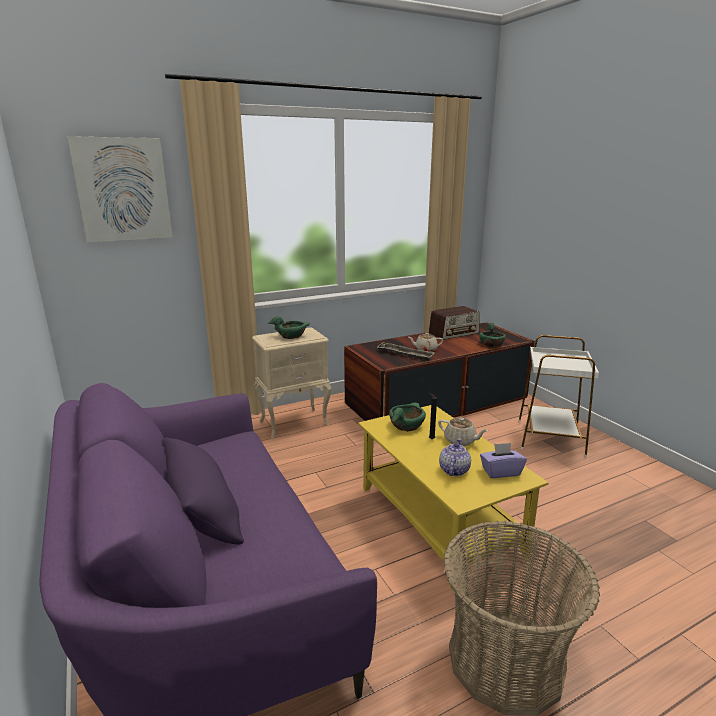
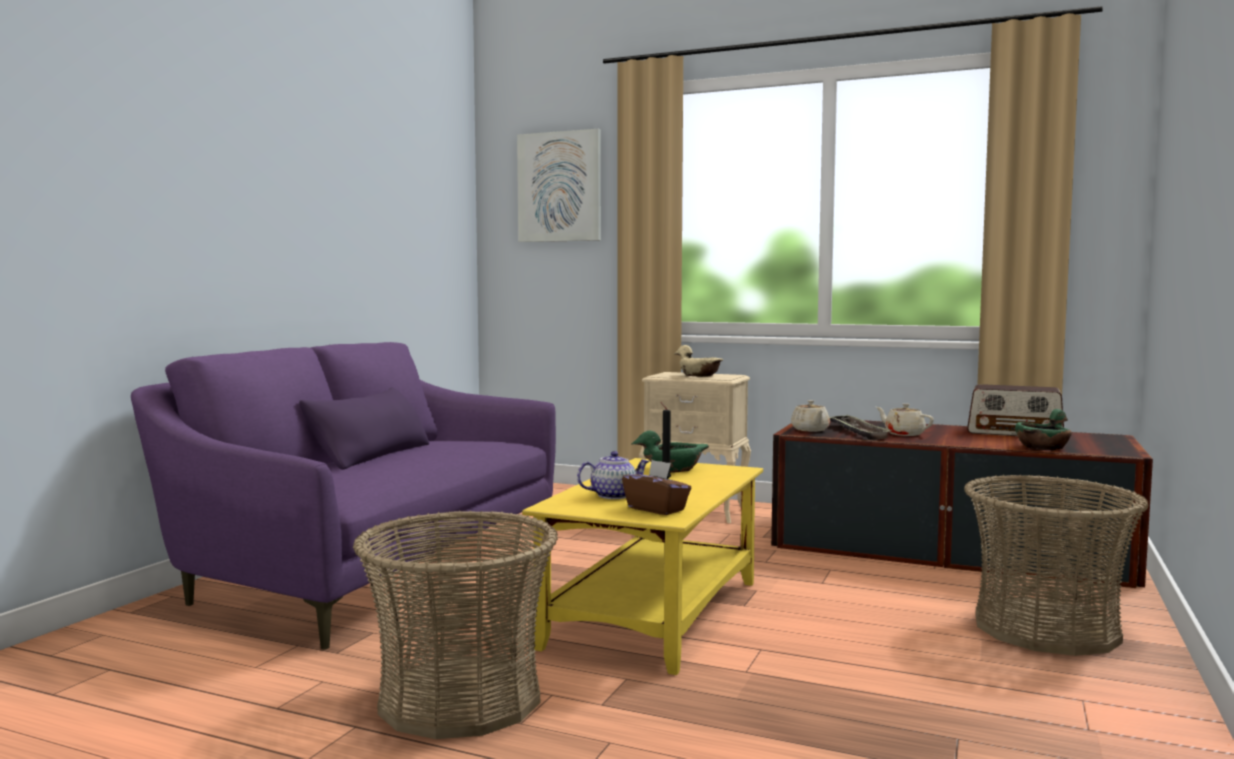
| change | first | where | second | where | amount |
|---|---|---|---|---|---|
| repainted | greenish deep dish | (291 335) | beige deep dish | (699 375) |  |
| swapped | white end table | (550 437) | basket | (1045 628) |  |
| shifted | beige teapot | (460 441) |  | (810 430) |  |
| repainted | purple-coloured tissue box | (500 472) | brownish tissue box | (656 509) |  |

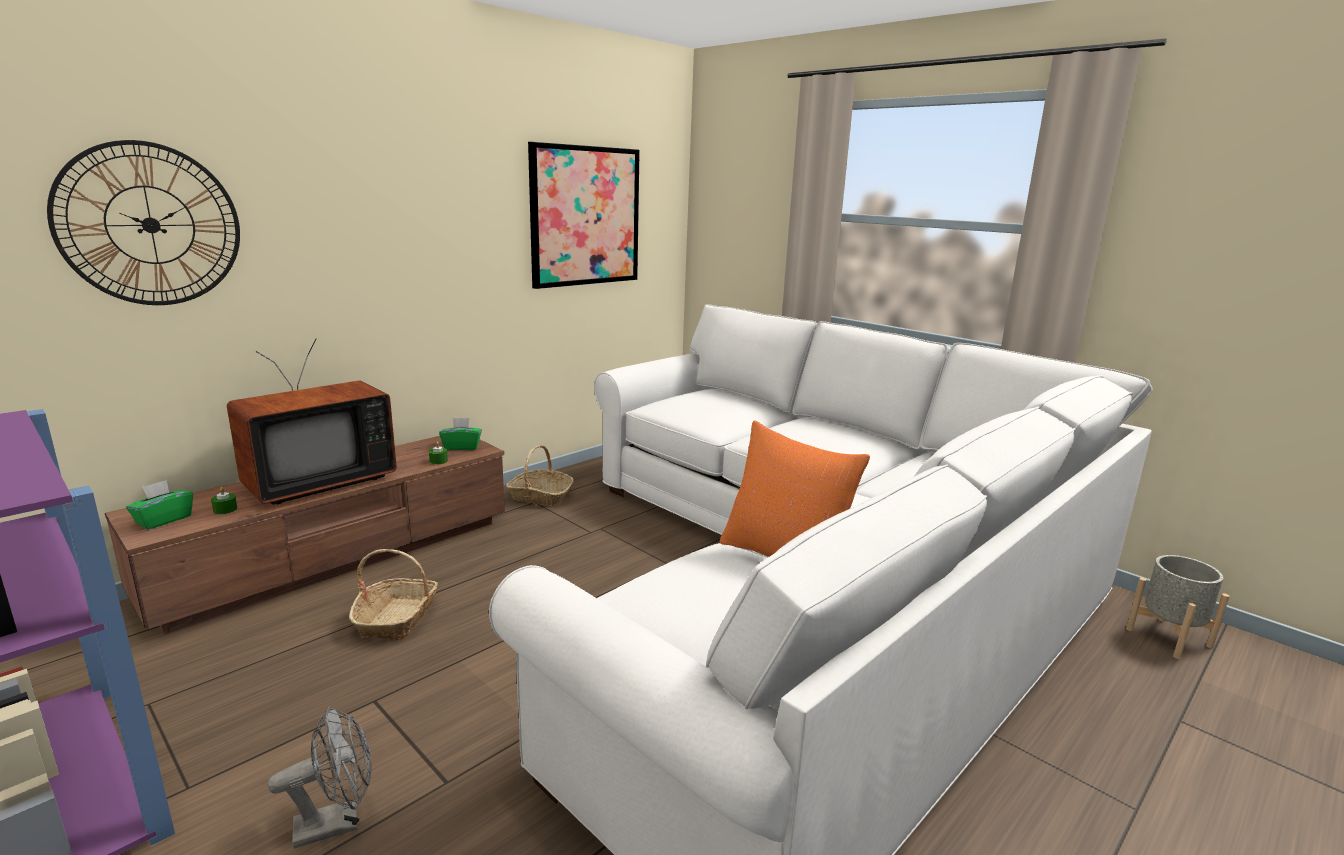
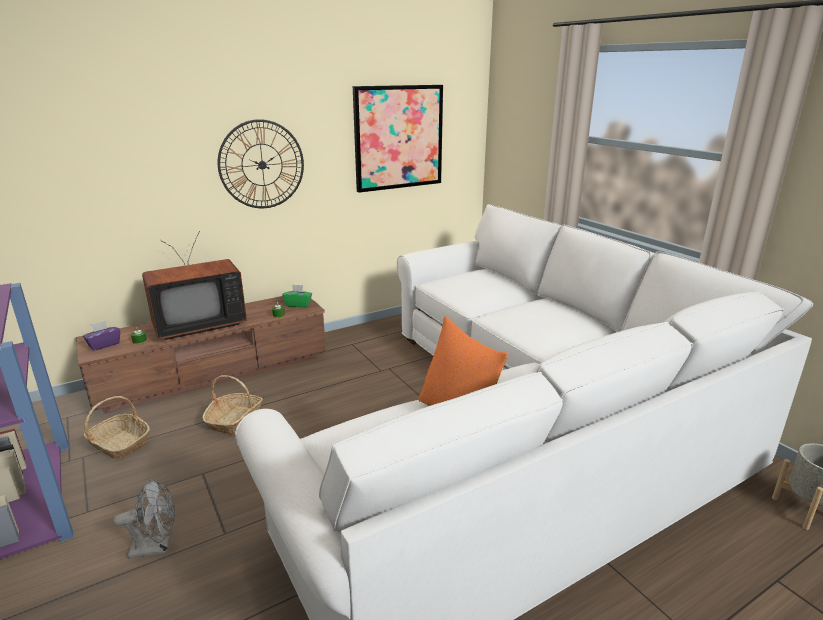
| change | first | where | second | where | amount |
|---|---|---|---|---|---|
| shifted | wall clock | (150 225) |  | (262 165) |  |
| shifted | basket | (540 496) |  | (119 444) |  |
| repainted | greenish tissue box | (163 520) | purple-coloured tissue box | (104 345) |  |

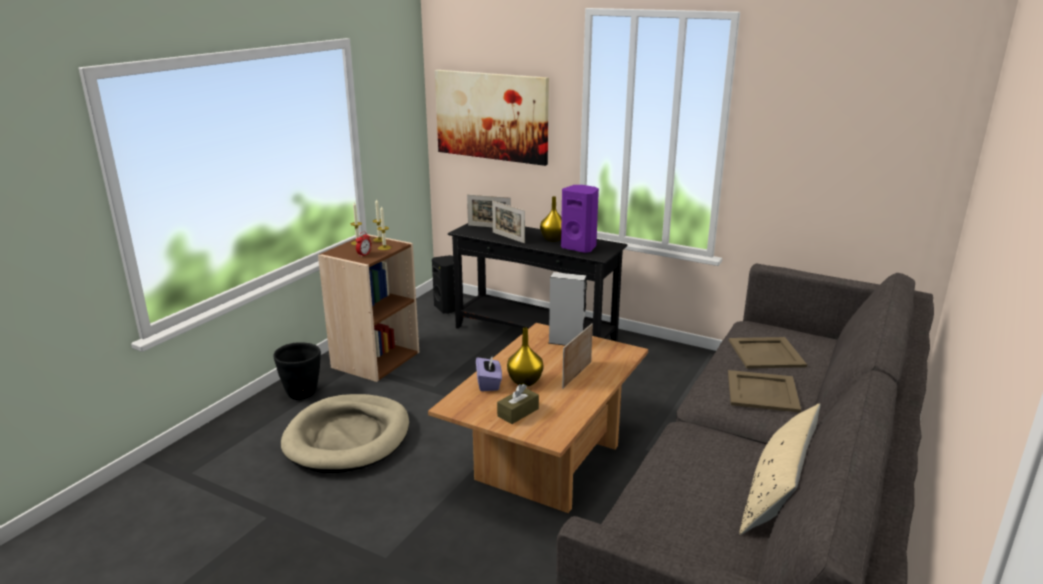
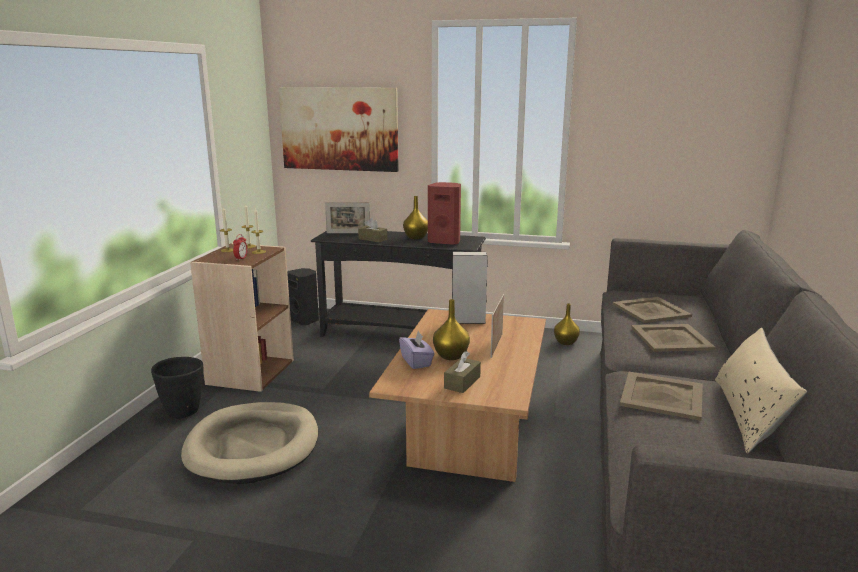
| change | first | where | second | where | amount |
|---|---|---|---|---|---|
| repainted | purple-coloured audio speaker | (579 247) | red-coloured audio speaker | (445 242) |  |
| swapped | standing frame | (508 237) | brownish tissue box | (372 239) |  |
| new |  |  | yellow decorative vase | (566 342) |  |
| new |  |  | beige tray | (662 395) |  |

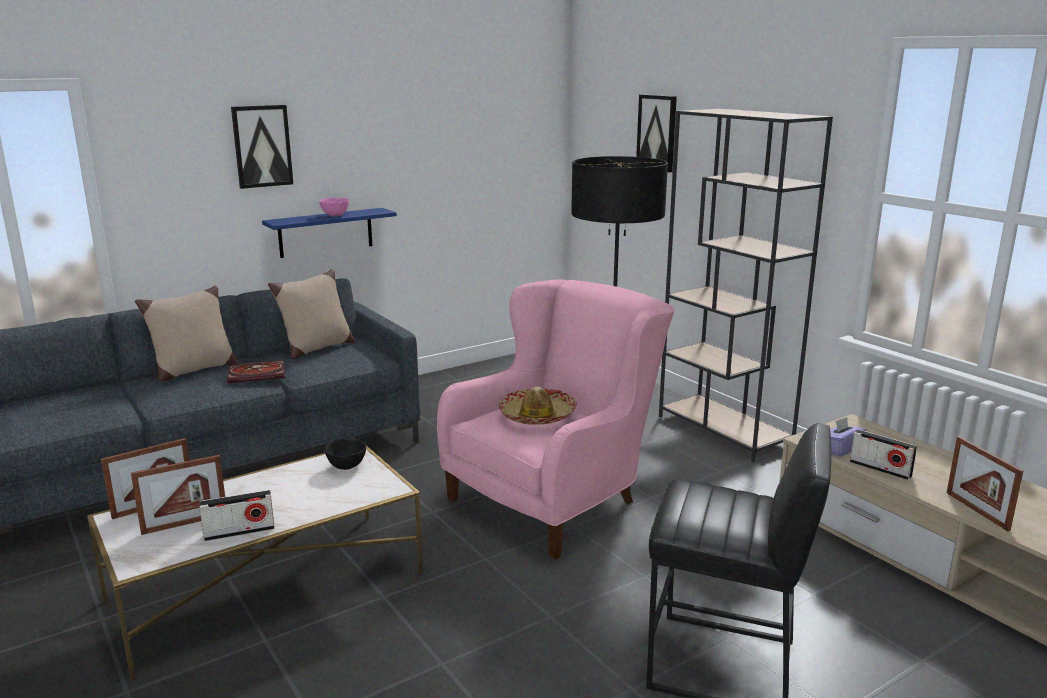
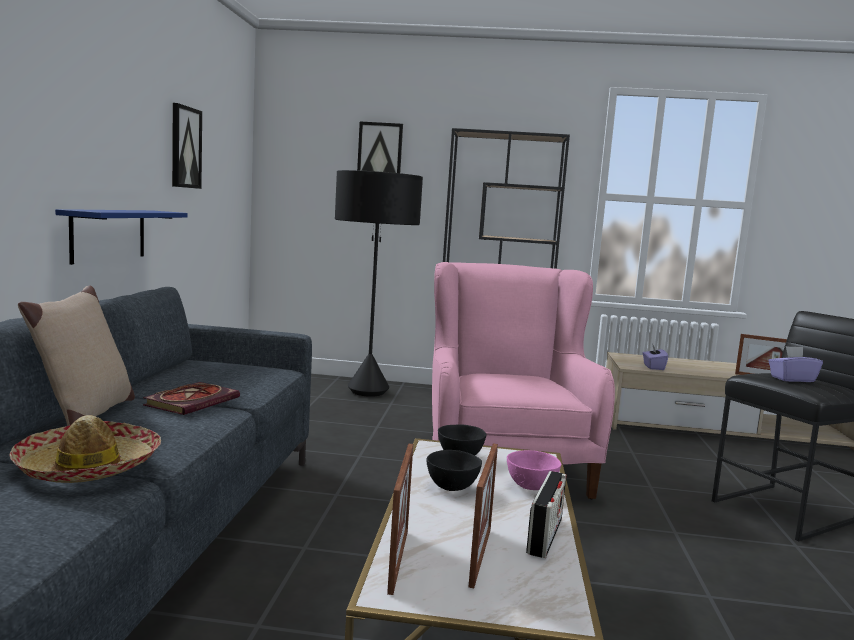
| change | first | where | second | where | amount |
|---|---|---|---|---|---|
| shifted | wall art | (262 146) |  | (185 147) |  |
| shifted | pinkish deep dish | (335 216) |  | (531 487) |  |
| gone | beige throw pillow | (316 348) |  |  |  |
| shifted | clothing hat | (537 415) |  | (88 466) |  |
| gone | radio | (880 469) |  |  |  |
| new |  |  | purple-coloured tissue box | (792 379) |  |
| new |  |  | black-coloured deep dish | (453 488) |  |

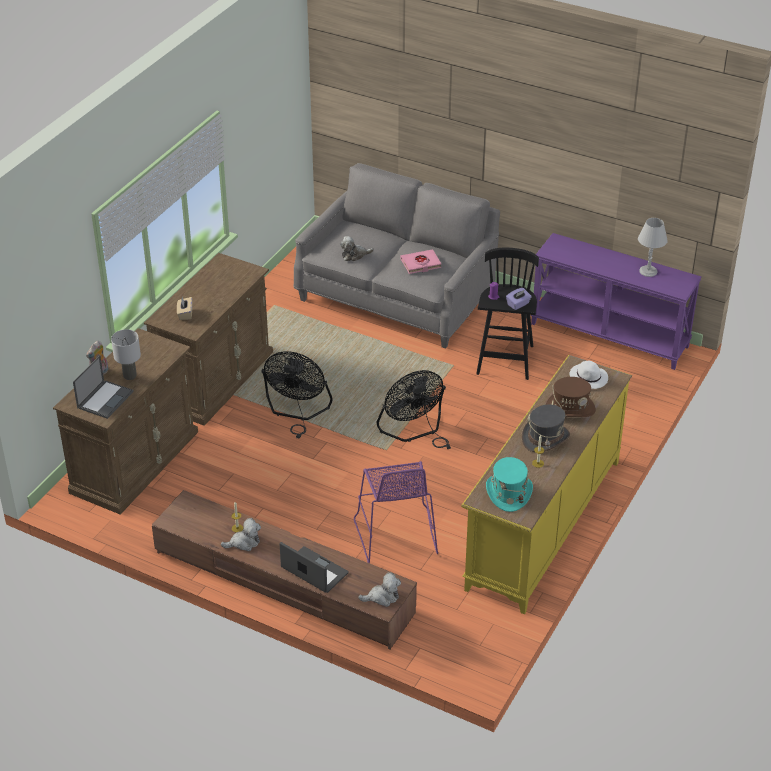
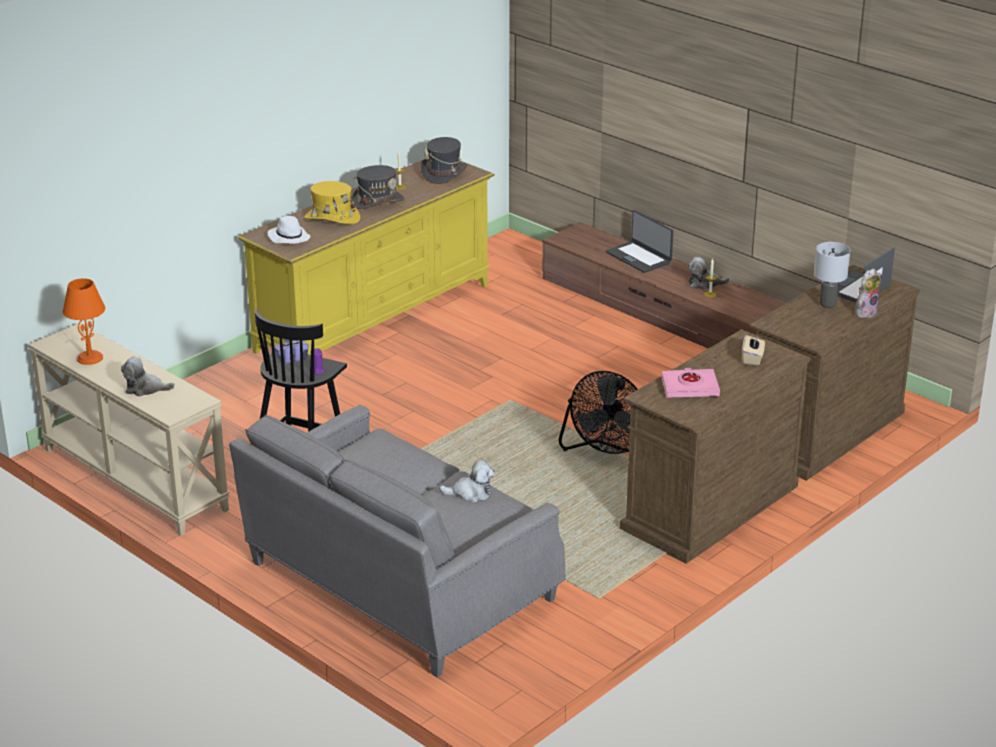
| change | first | where | second | where | amount |
|---|---|---|---|---|---|
| repainted | greyish table lamp | (648 271) | orange-coloured table lamp | (90 358) |  |
| repainted | purple-coloured hall table | (610 335) | beige hall table | (133 480) |  |
| shifted | pinkish bound book | (420 264) |  | (690 387) |  |
| gone | black-coloured cooling fan | (418 430) |  |  |  |
| repainted | brownish clothing hat | (570 409) | yellow clothing hat | (332 218) |  |
| repainted | turquoise clothing hat | (508 493) | greyish clothing hat | (444 173) |  |
| gone | purple-coloured stool | (396 535) |  |  |  |
| shifted | cuddly toy | (382 597) |  | (145 389) |  |

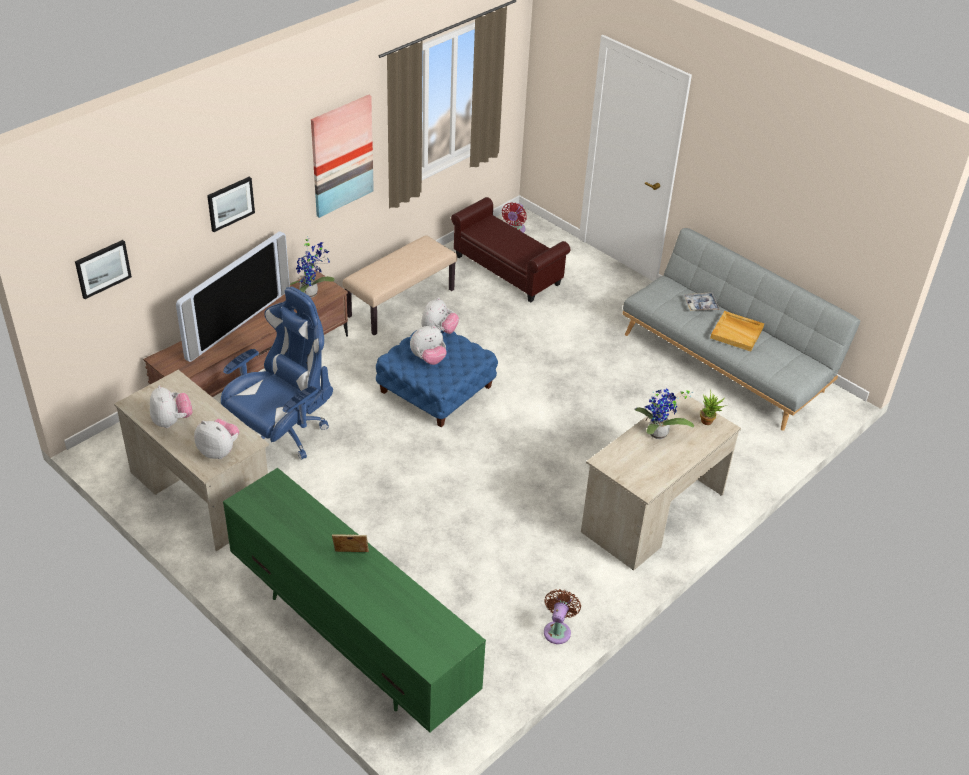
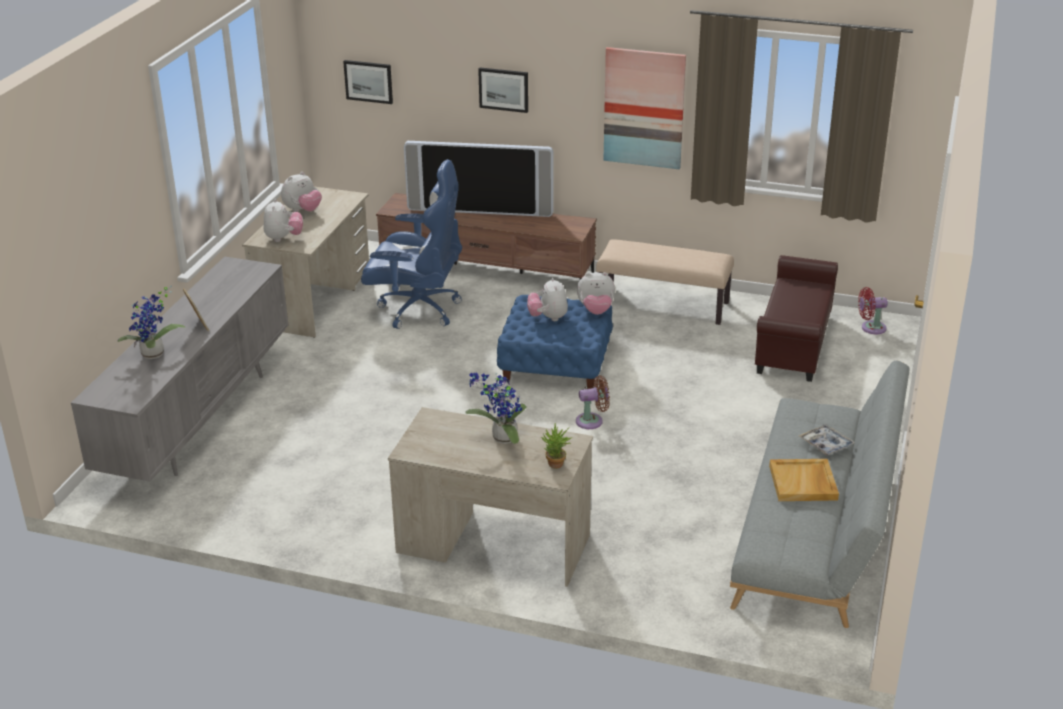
| change | first | where | second | where | amount |
|---|---|---|---|---|---|
| shifted | potted plant | (311 293) |  | (154 355) |  |
| rotated | cuddly toy | (428 359) |  | (548 318) | 45 degrees clockwise |
| repainted | greenish cabinet | (349 638) | greyish cabinet | (198 419) |  |
| shifted | brownish cooling fan | (558 630) |  | (592 421) |  |

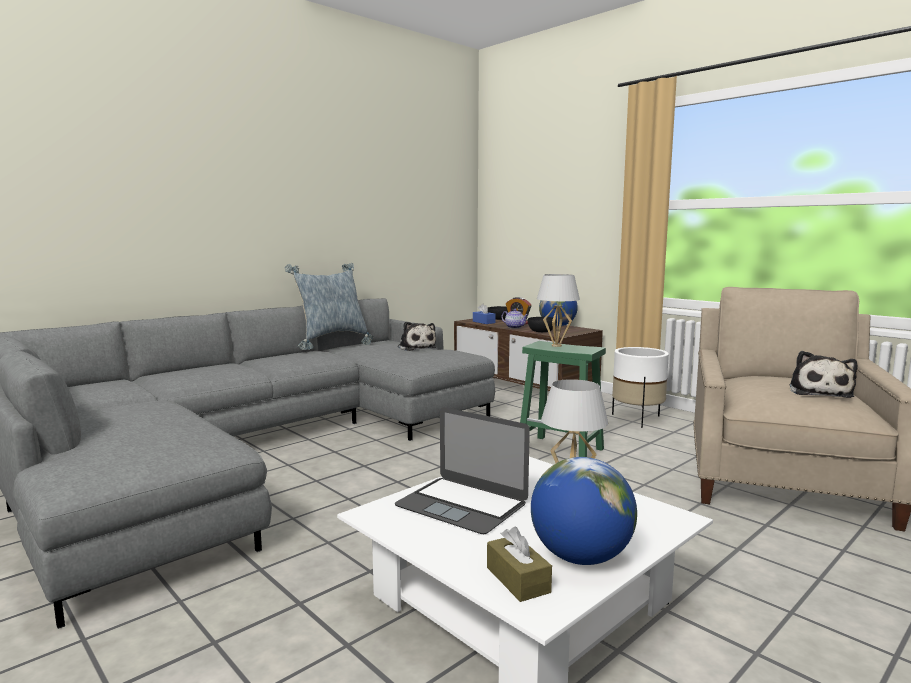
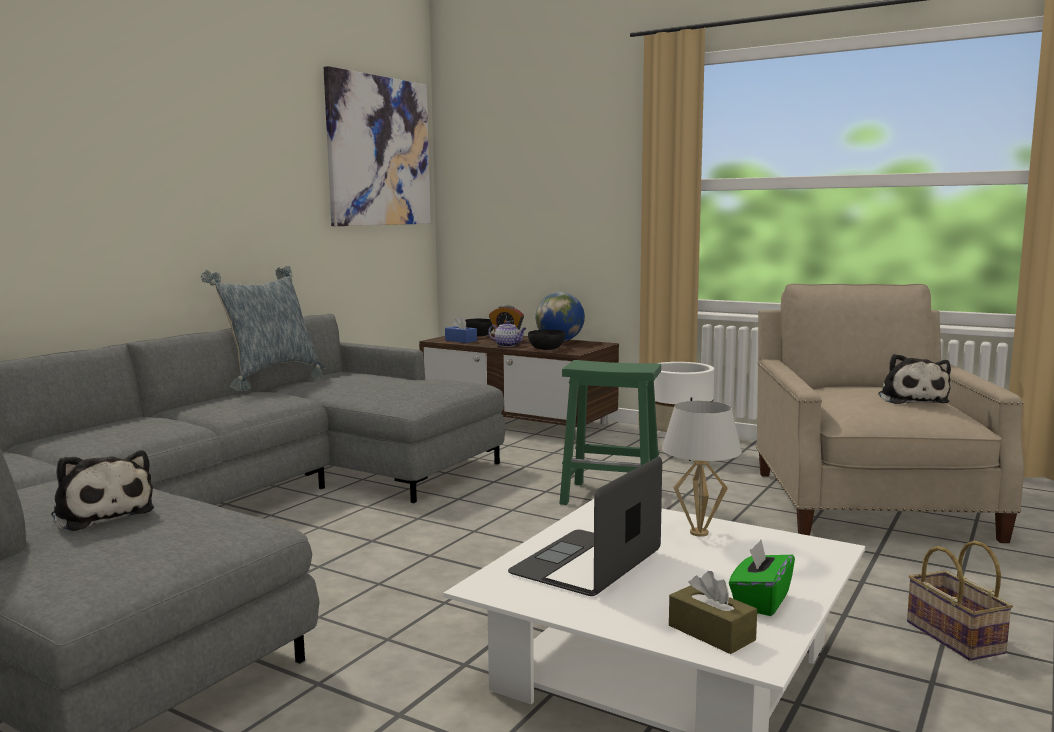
| change | first | where | second | where | amount |
|---|---|---|---|---|---|
| gone | white table lamp | (556 345) |  |  |  |
| shifted | cuddly toy | (416 347) |  | (102 513) |  |
| rotated | laptop | (461 504) |  | (587 563) | 105 degrees clockwise |
| swapped | world globe | (581 557) | greenish tissue box | (760 601) |  |
| new |  |  | wall art | (379 151) |  |
| new |  |  | basket | (951 636) |  |

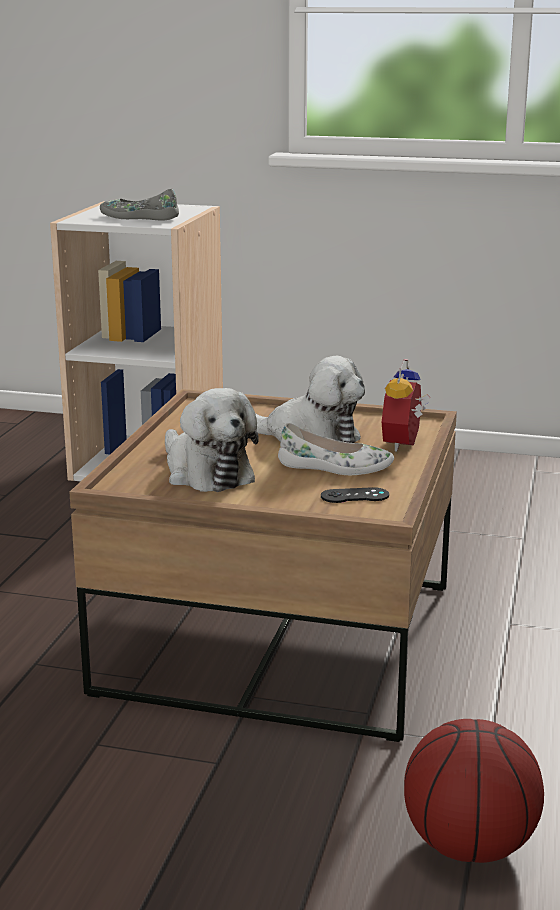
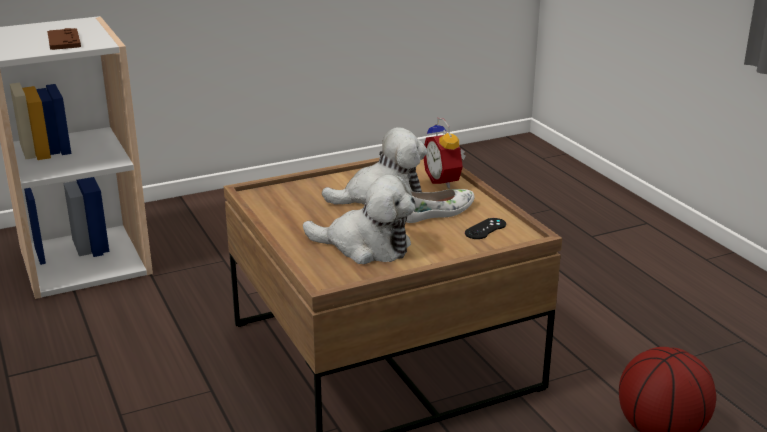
| change | first | where | second | where | amount |
|---|---|---|---|---|---|
| swapped | greyish item of footwear | (139 217) | brownish gamepad | (64 40) |  |

